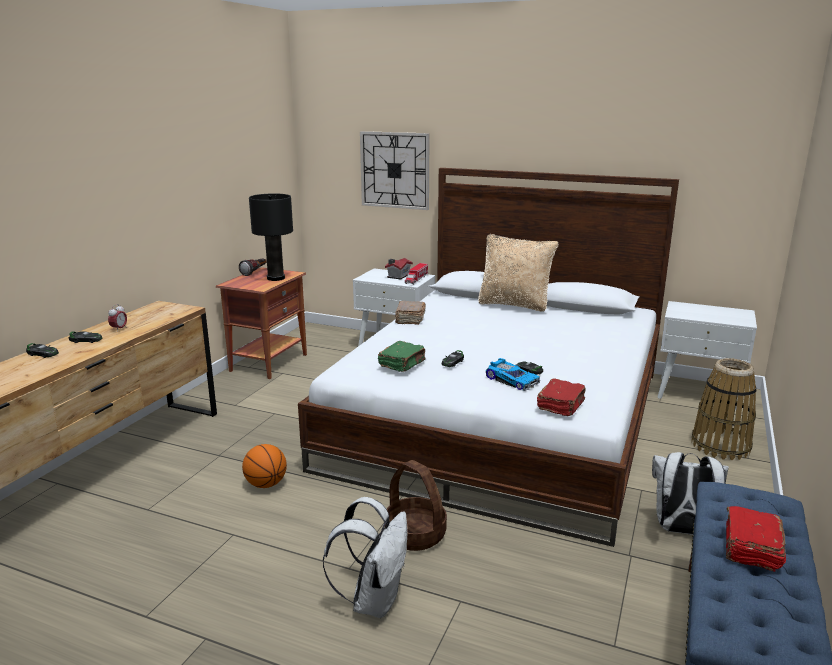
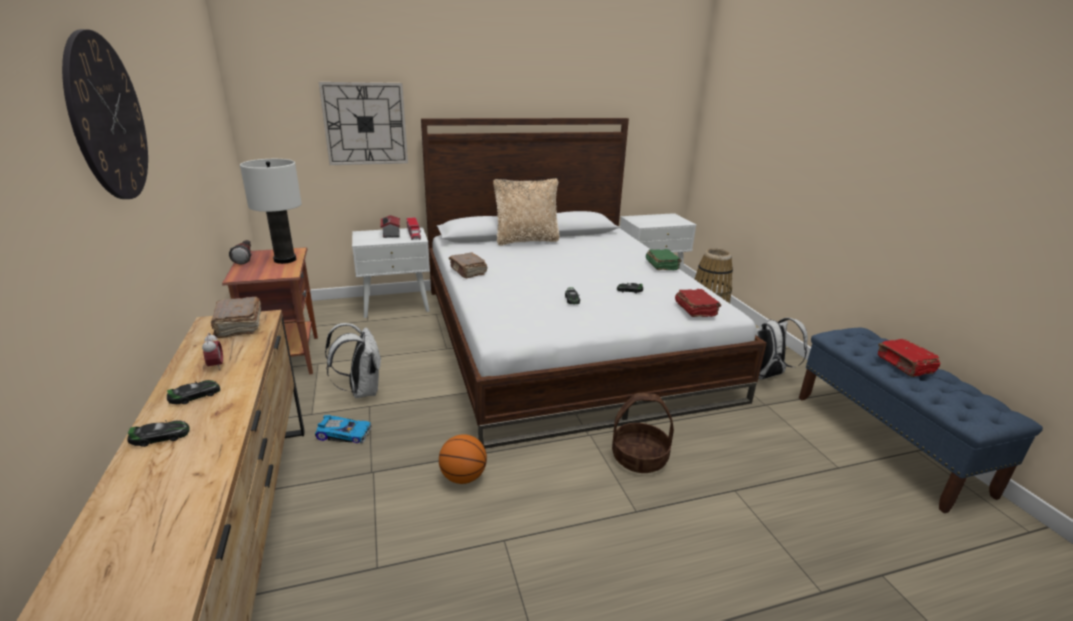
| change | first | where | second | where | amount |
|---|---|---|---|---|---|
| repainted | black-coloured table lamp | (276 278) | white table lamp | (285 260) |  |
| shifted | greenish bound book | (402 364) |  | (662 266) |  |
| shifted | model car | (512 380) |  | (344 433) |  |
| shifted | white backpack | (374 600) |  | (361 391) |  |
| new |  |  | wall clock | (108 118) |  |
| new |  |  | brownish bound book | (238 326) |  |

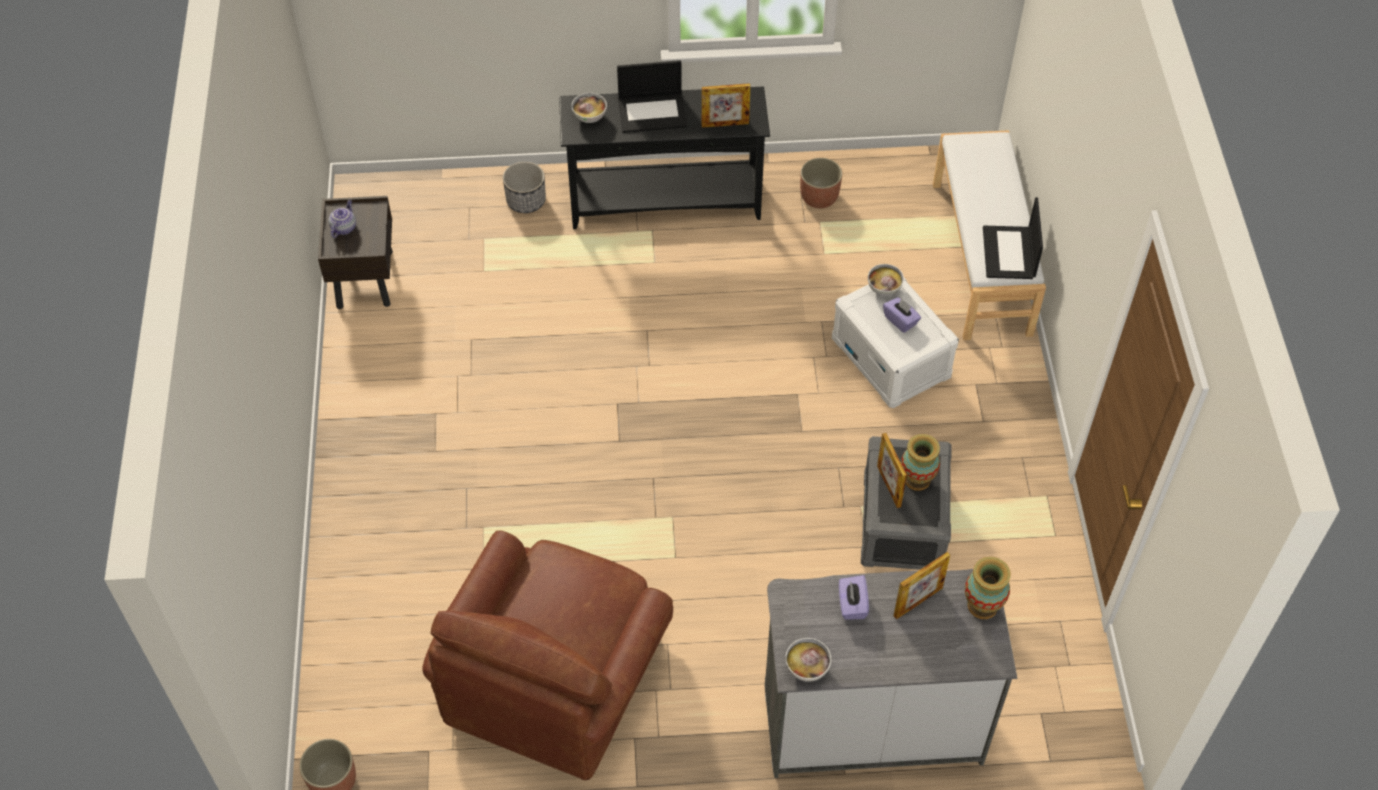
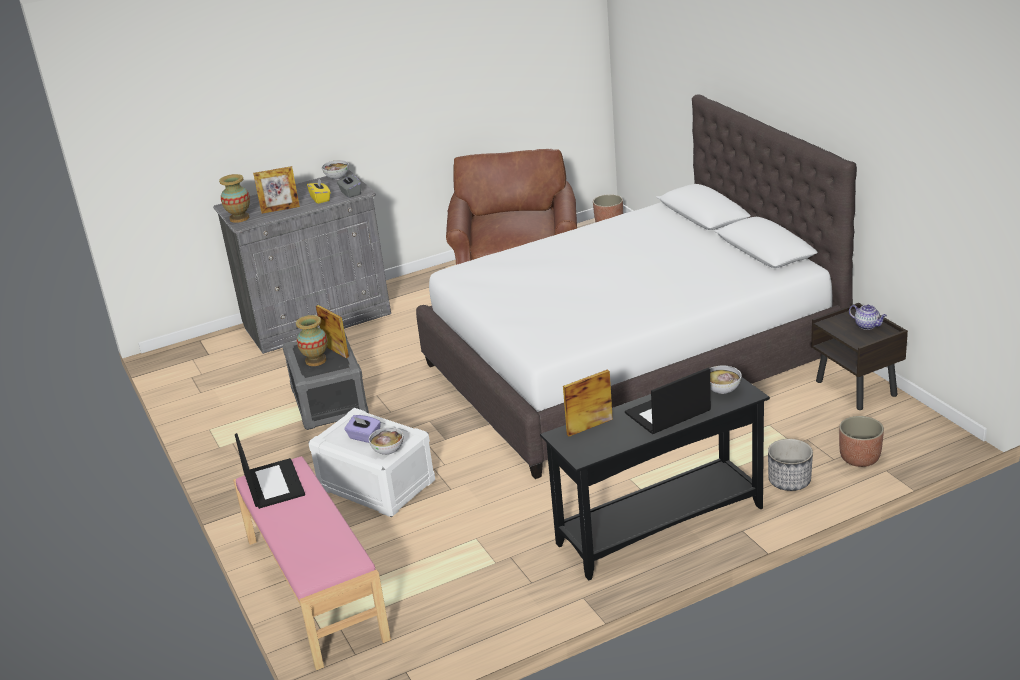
| change | first | where | second | where | amount |
|---|---|---|---|---|---|
| repainted | white long seat | (982 258) | pinkish long seat | (314 588) |  |
| shifted | planter | (819 197) |  | (860 458) |  |
| rotated | teapot | (343 227) |  | (867 326) | 45 degrees counterclockwise |
| rotated | standing frame | (918 602) |  | (280 209) | 135 degrees counterclockwise |
| repainted | purple-coloured tissue box | (852 605) | yellow tissue box | (320 199) |  |
| new |  |  | white bedroom bed | (632 363) |  |
| new |  |  | greyish tissue box | (350 193) |  |

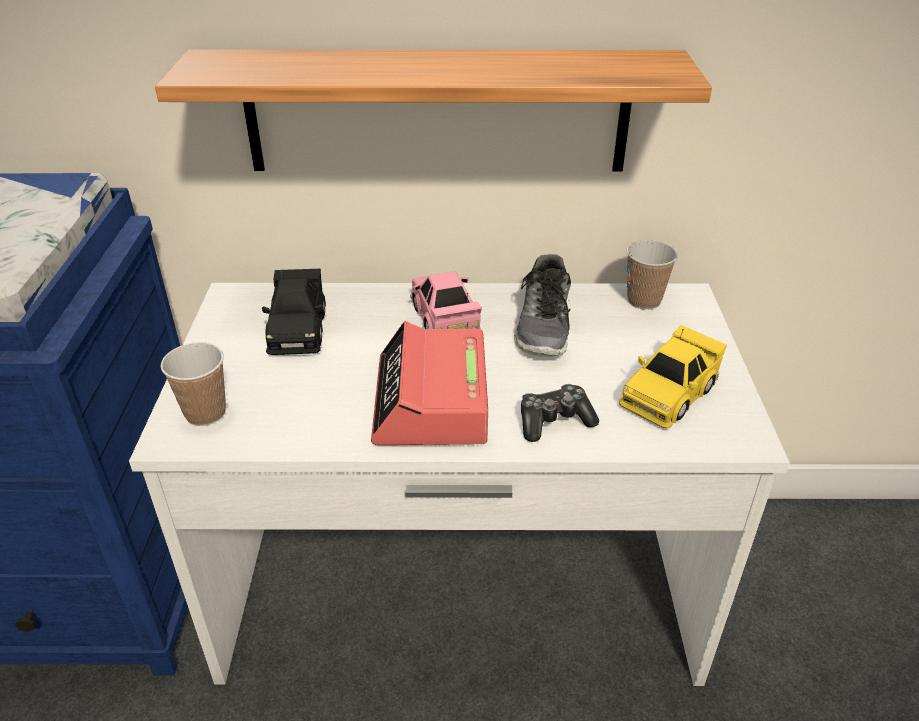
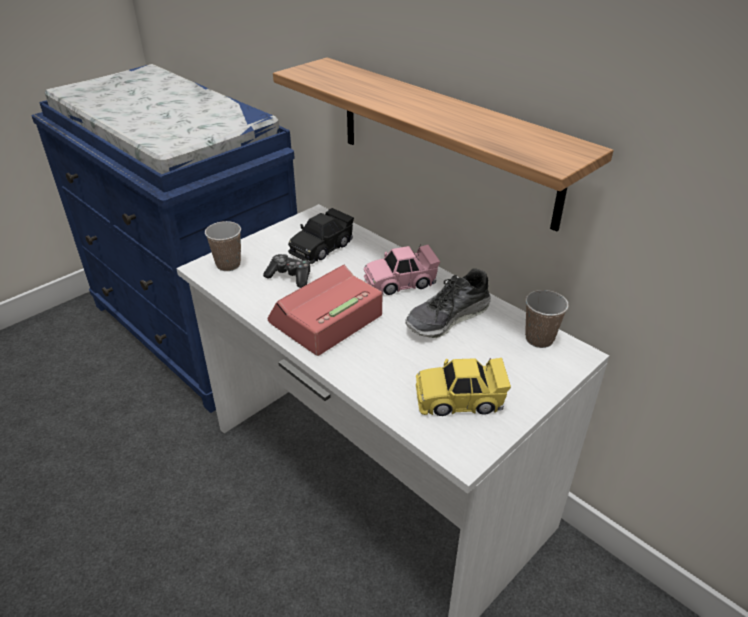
| change | first | where | second | where | amount |
|---|---|---|---|---|---|
| rotated | pinkish model car | (445 318) |  | (400 282) | 135 degrees counterclockwise |
| shifted | gamepad | (554 421) |  | (290 276) |  |

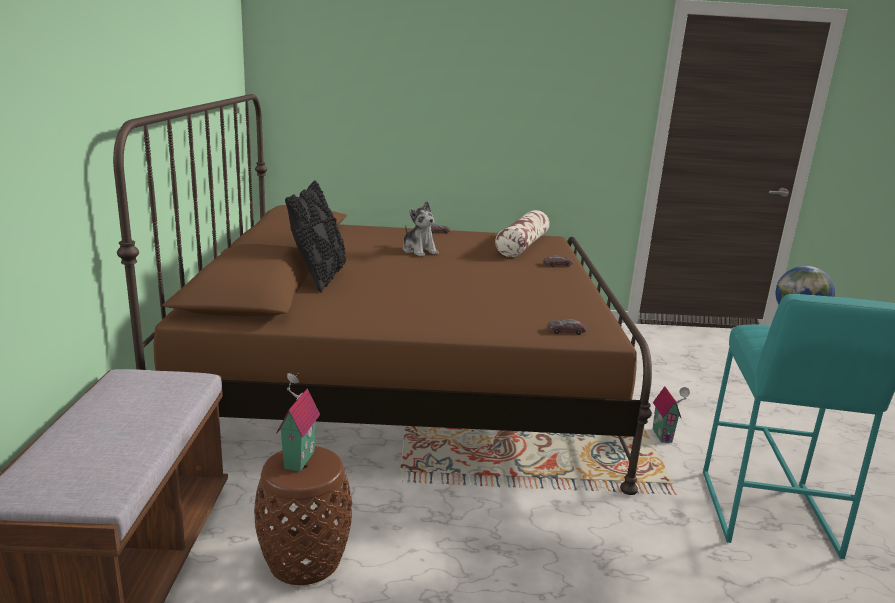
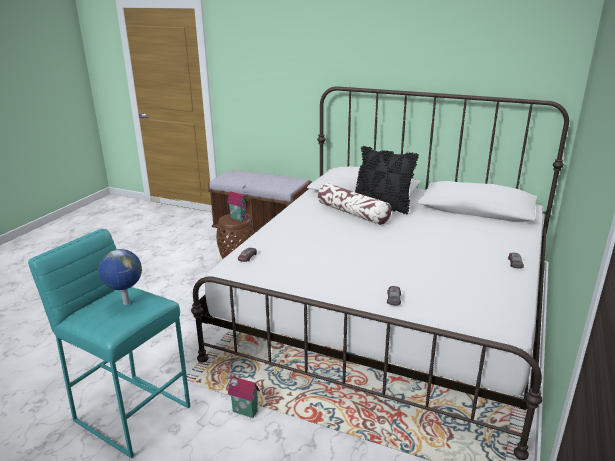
| change | first | where | second | where | amount |
|---|---|---|---|---|---|
| repainted | brownish bedroom bed | (404 378) | white bedroom bed | (390 311) |  |
| gone | cuddly toy | (419 251) |  |  |  |
| shifted | throw pillow | (522 245) |  | (353 213) |  |

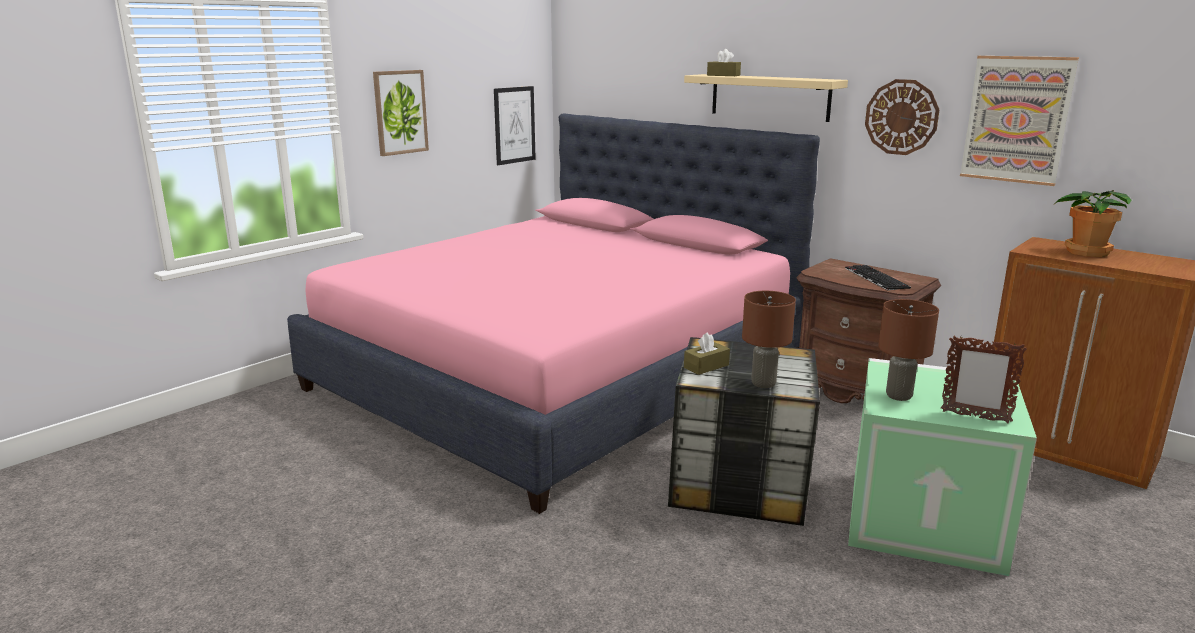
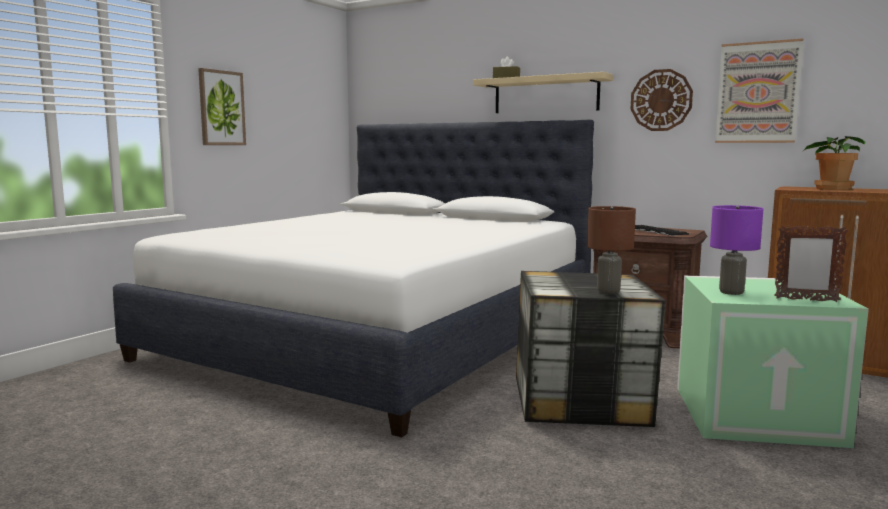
| change | first | where | second | where | amount |
|---|---|---|---|---|---|
| gone | wall art | (514 125) |  |  |  |
| repainted | pinkish bedroom bed | (560 374) | white bedroom bed | (379 337) |  |
| repainted | brownish table lamp | (900 397) | purple-coloured table lamp | (732 293) |  |
| gone | brownish tissue box | (706 366) |  |  |  |

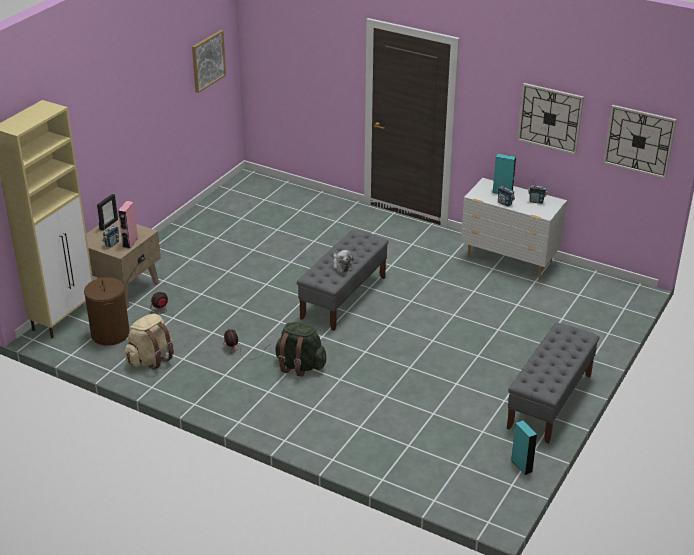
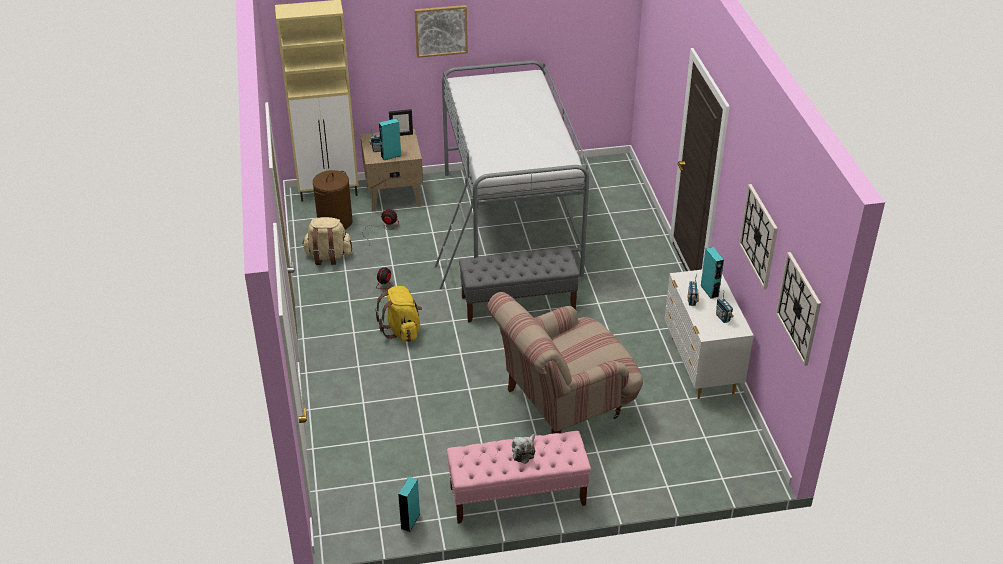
| change | first | where | second | where | amount |
|---|---|---|---|---|---|
| shifted | wall art | (208 60) |  | (441 30) |  |
| repainted | pinkish audio speaker | (130 242) | turquoise audio speaker | (391 156) |  |
| shifted | cuddly toy | (341 266) |  | (524 452) |  |
| repainted | greenish backpack | (300 366) | yellow backpack | (402 330) |  |
| repainted | greyish long seat | (550 401) | pinkish long seat | (517 496) |  |
| new |  |  | greyish bedroom bed | (509 224) |  |
| new |  |  | beige easy chair | (563 404) |  |

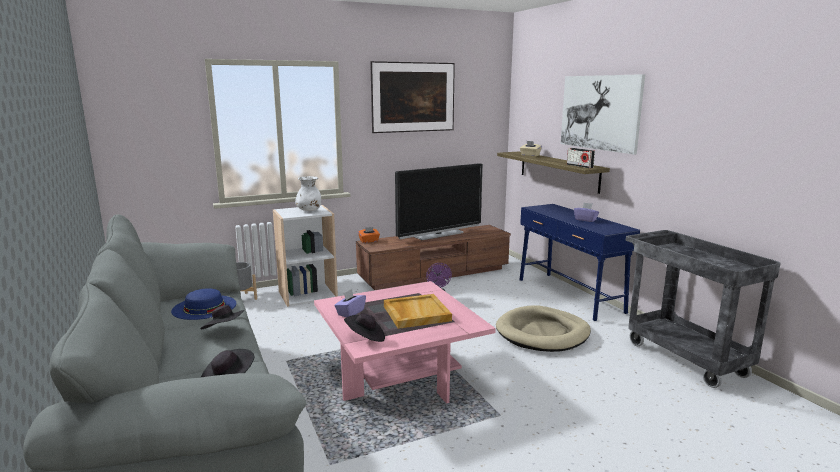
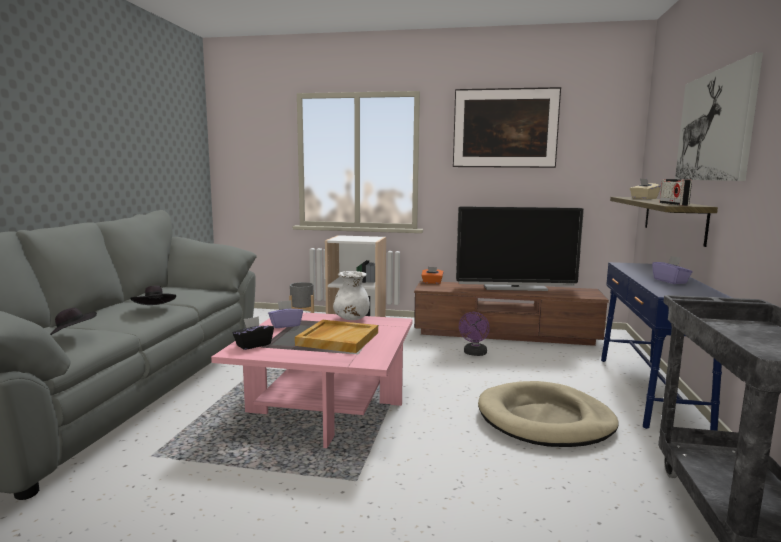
| change | first | where | second | where | amount |
|---|---|---|---|---|---|
| shifted | white decorative vase | (309 210) |  | (351 319) |  |
| gone | blue-coloured clothing hat | (204 307) |  |  |  |
| swapped | black-coloured clothing hat | (365 338) | black-coloured tissue box | (253 345) |  |

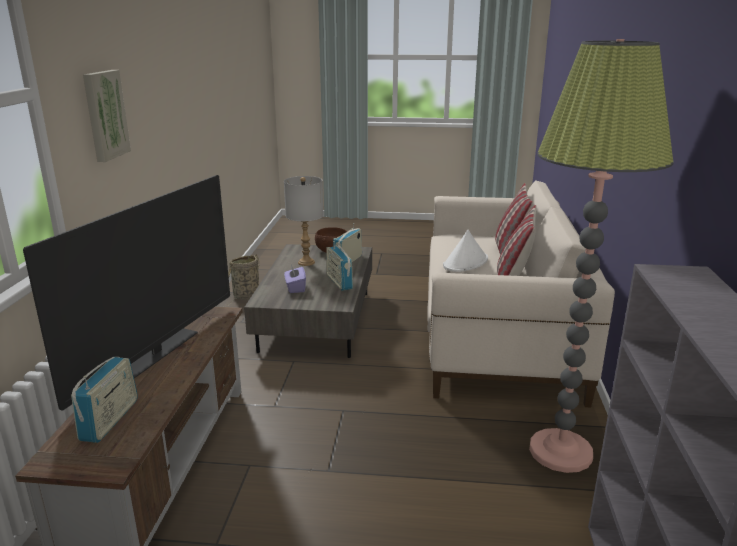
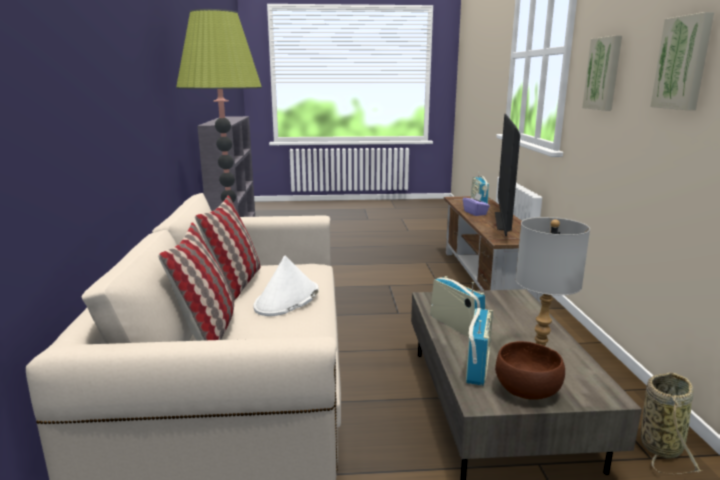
| change | first | where | second | where | amount |
|---|---|---|---|---|---|
| shifted | purple-coloured tissue box | (295 288) |  | (475 213) |  |
| new |  |  | wall art | (683 63) |  |

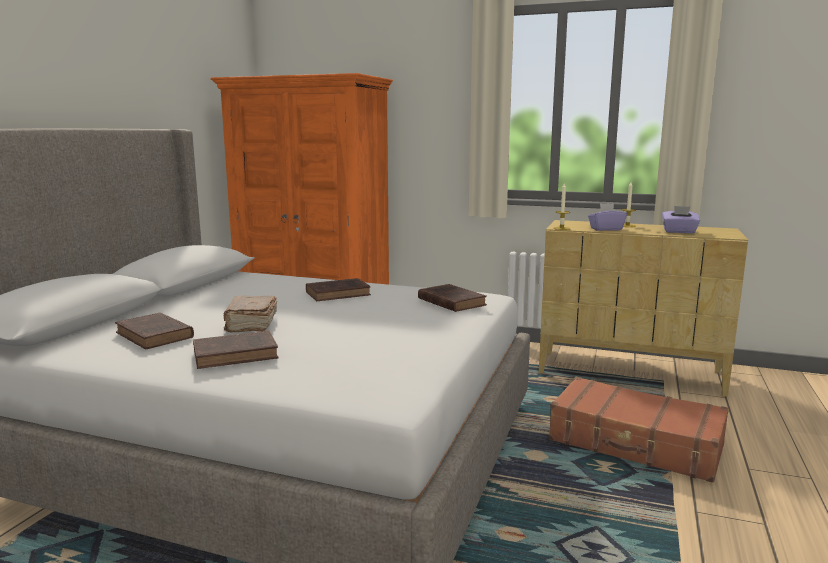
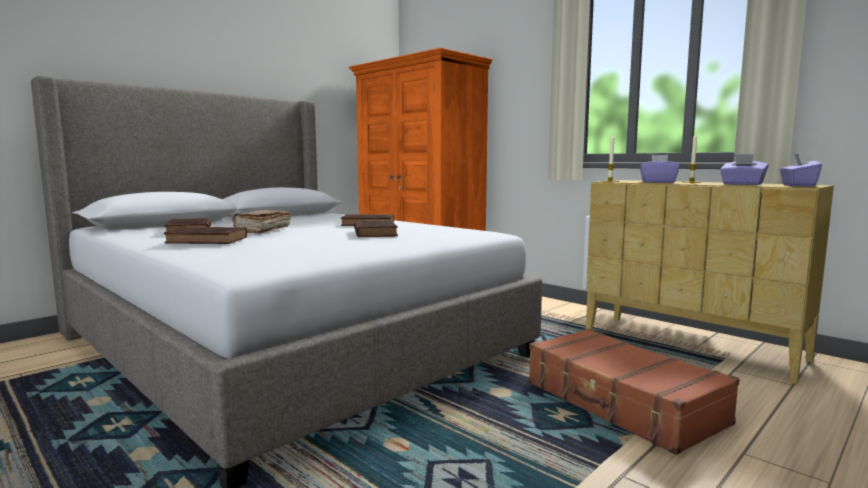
| change | first | where | second | where | amount |
|---|---|---|---|---|---|
| shifted | brownish bound book | (450 301) |  | (375 233) |  |
| new |  |  | purple-coloured tissue box | (797 185) |  |

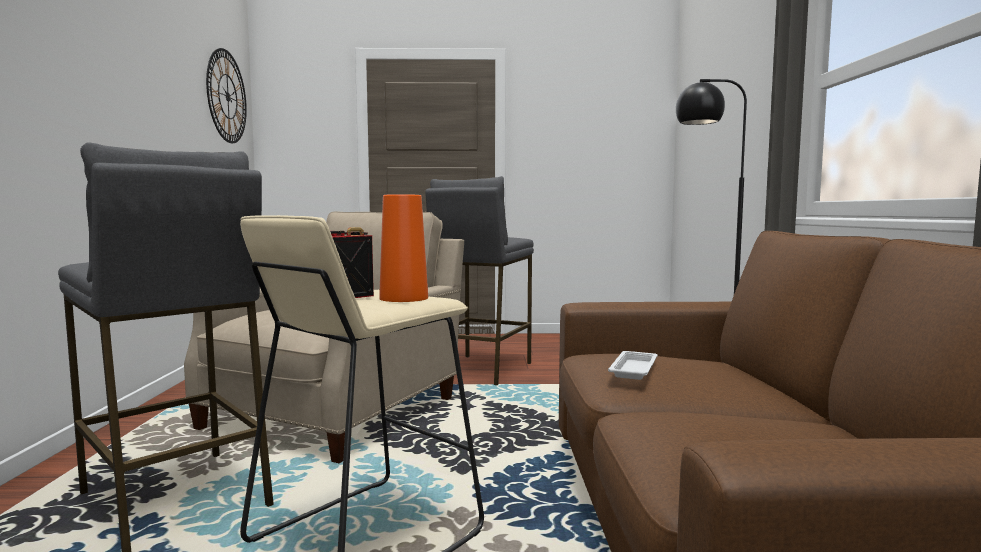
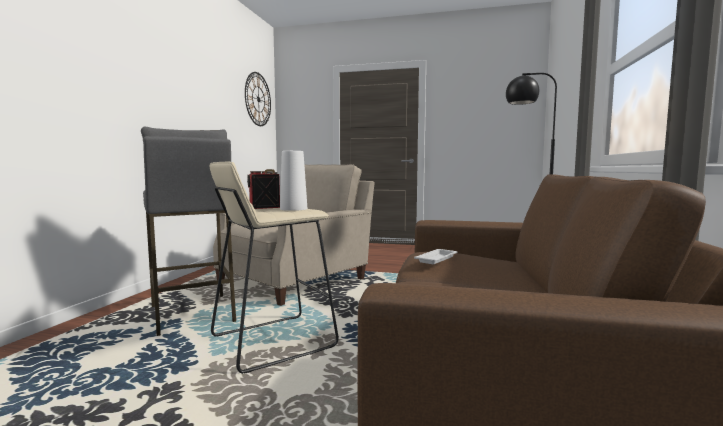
| change | first | where | second | where | amount |
|---|---|---|---|---|---|
| gone | greyish stool | (480 370) |  |  |  |
| repainted | orange-coloured decorative vase | (404 298) | white decorative vase | (293 209) |  |

